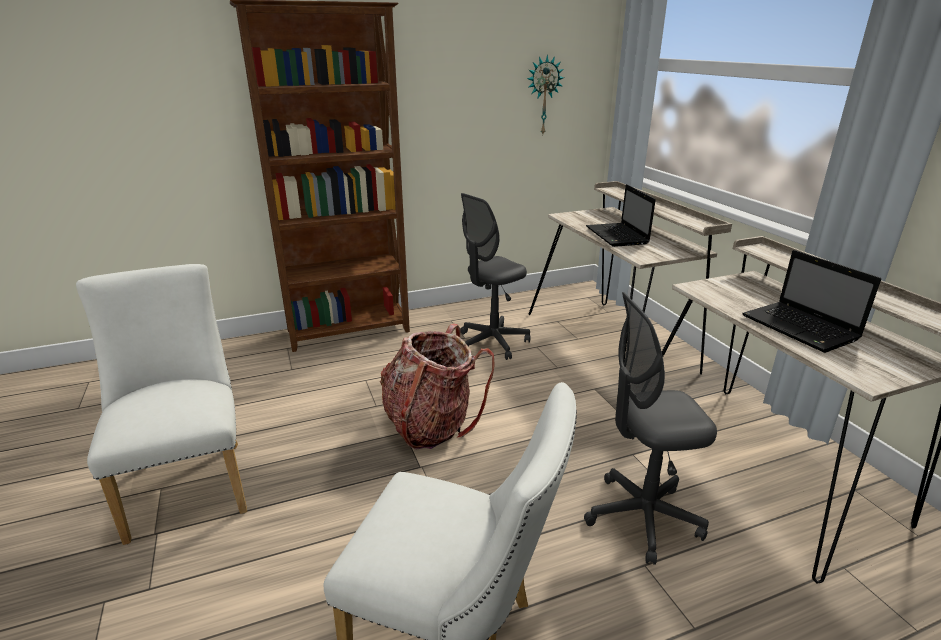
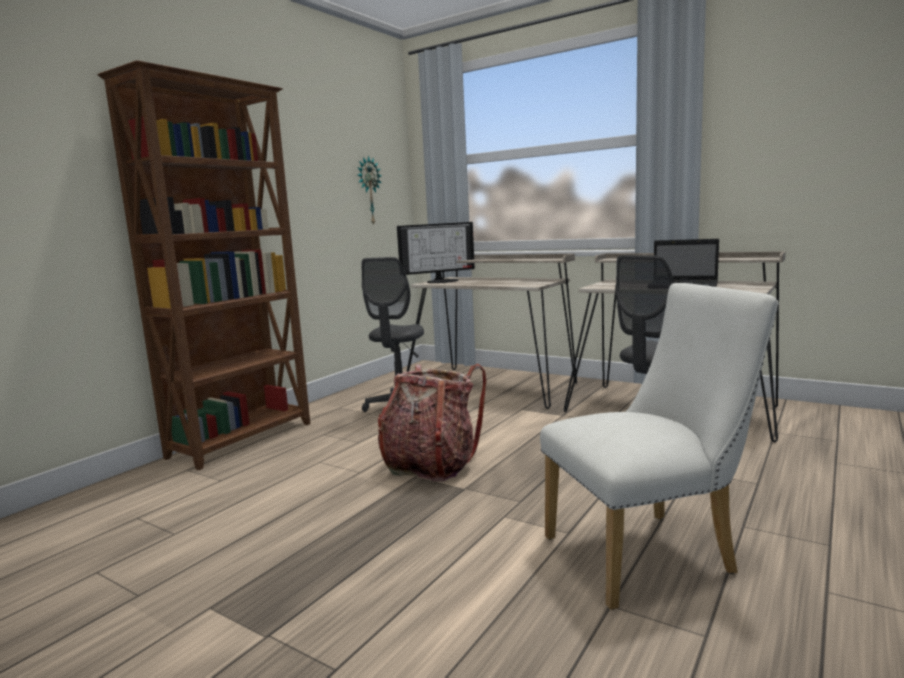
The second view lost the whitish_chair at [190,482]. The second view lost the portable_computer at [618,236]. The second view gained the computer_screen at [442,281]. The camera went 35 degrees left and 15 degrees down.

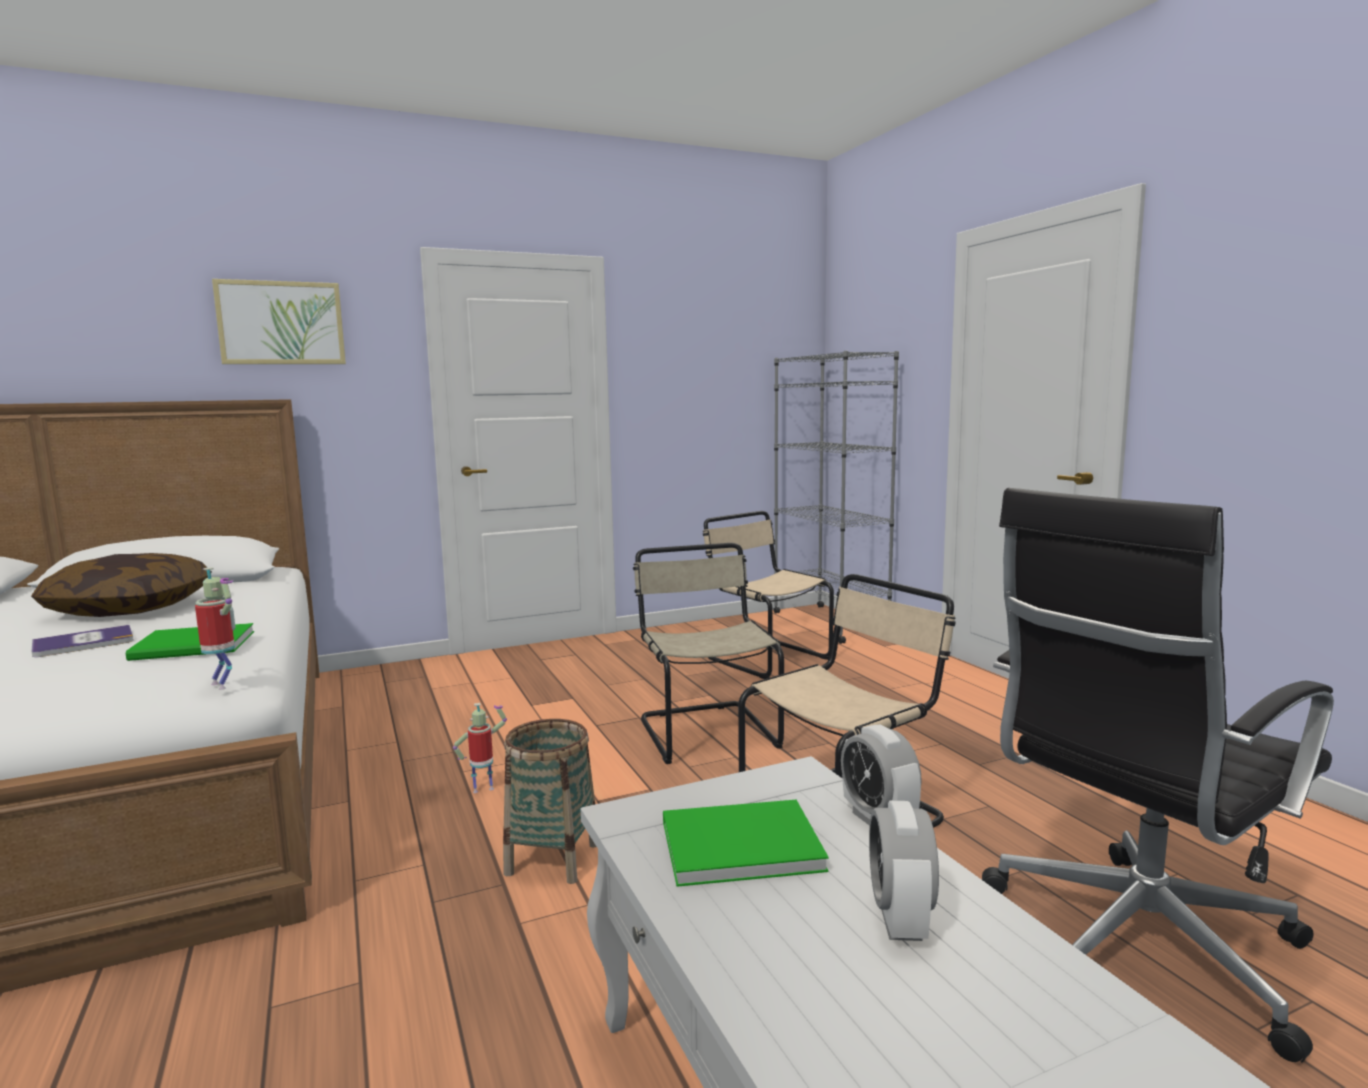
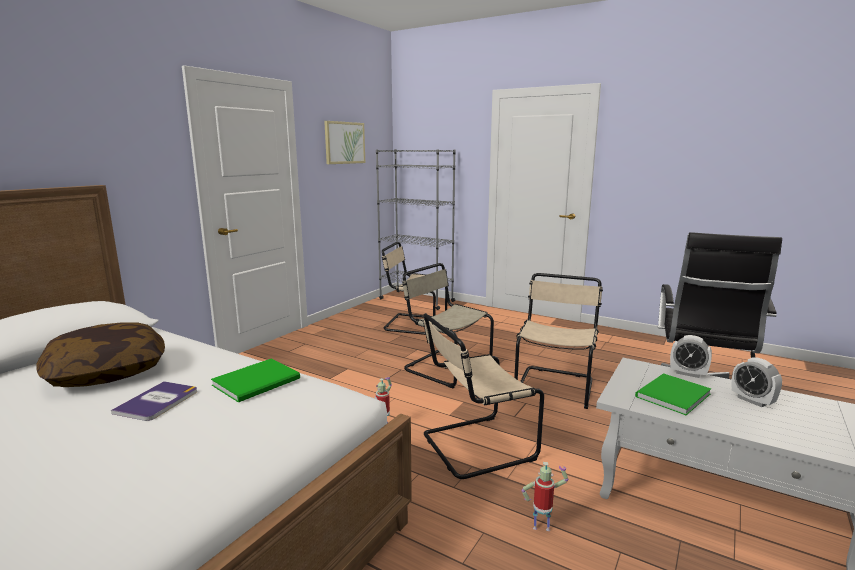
The model_robot ended up elsewhere, having gone from [223,685] to [541,527]. The wall_art ended up elsewhere, having gone from [281,323] to [344,143]. Where the storage_basket stood at [552,858], the beige-coloured_chair came to stand at [474,447]. The camera went 35 degrees left and 5 degrees up.

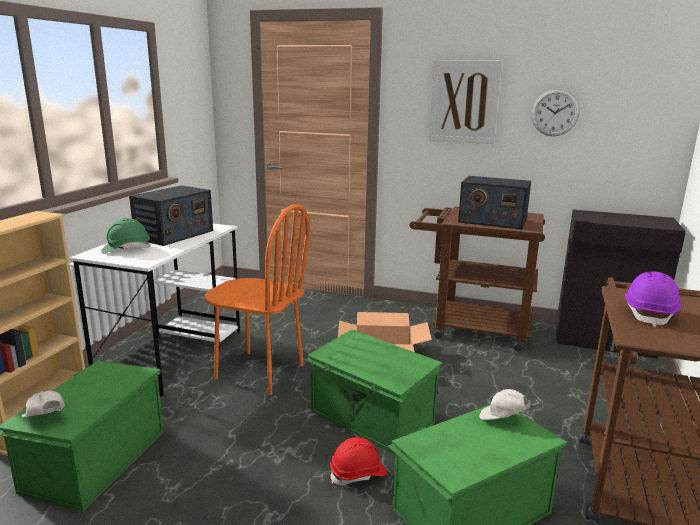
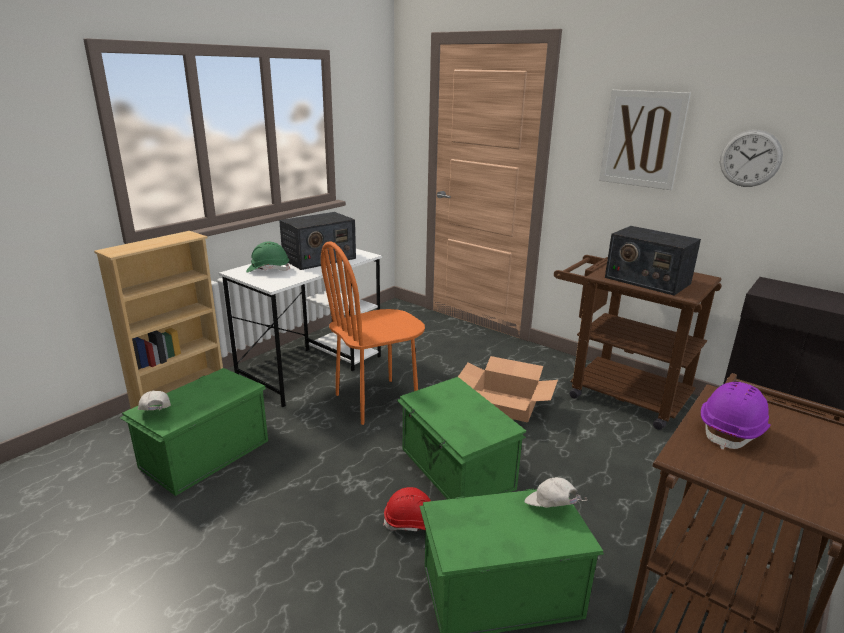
The orangey_chair at [259,372] ended up facing another way, 105 degrees clockwise from before. The camera went 20 degrees right and 5 degrees up.

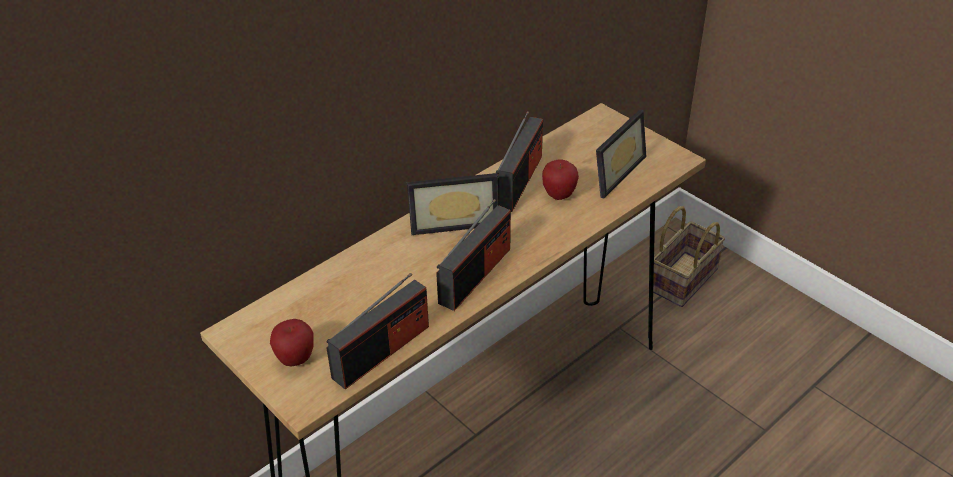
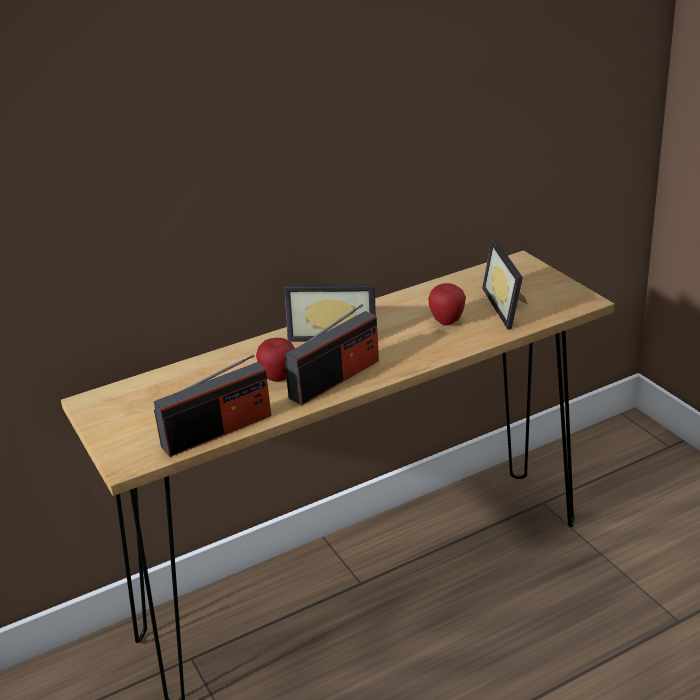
The apple ended up elsewhere, having gone from [295,359] to [278,378]. The second view lost the radio at [519,181]. The picture_frame at [612,172] ended up facing another way, 120 degrees clockwise from before. The second view lost the storage_basket at [683,278]. The camera went 15 degrees right and 10 degrees down.

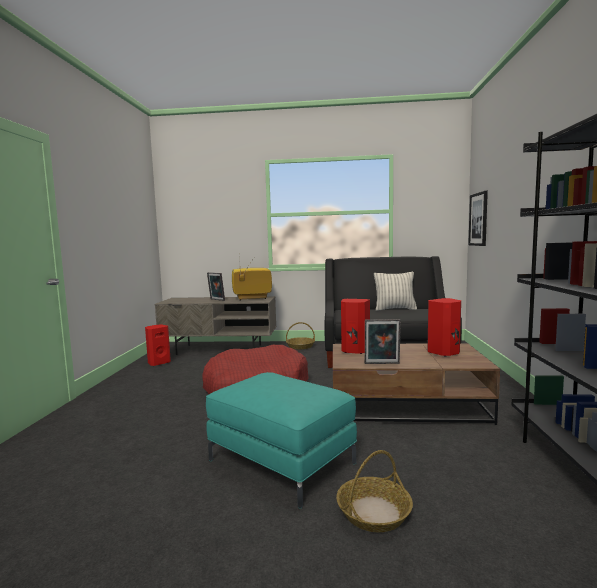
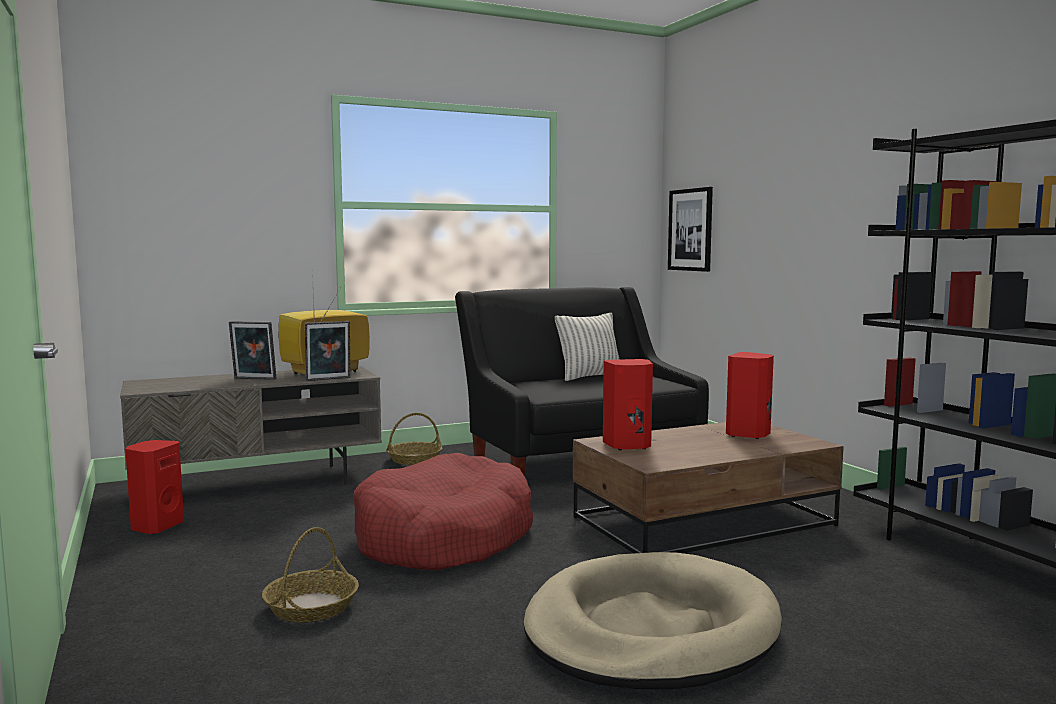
Where the turquoise_footrest stood at [281,461], the beige-coloured_pet_bed came to stand at [650,630]. The storage_basket ended up elsewhere, having gone from [374,512] to [311,606]. The picture_frame ended up elsewhere, having gone from [382,364] to [328,379]. The camera went 30 degrees left and 0 degrees up.

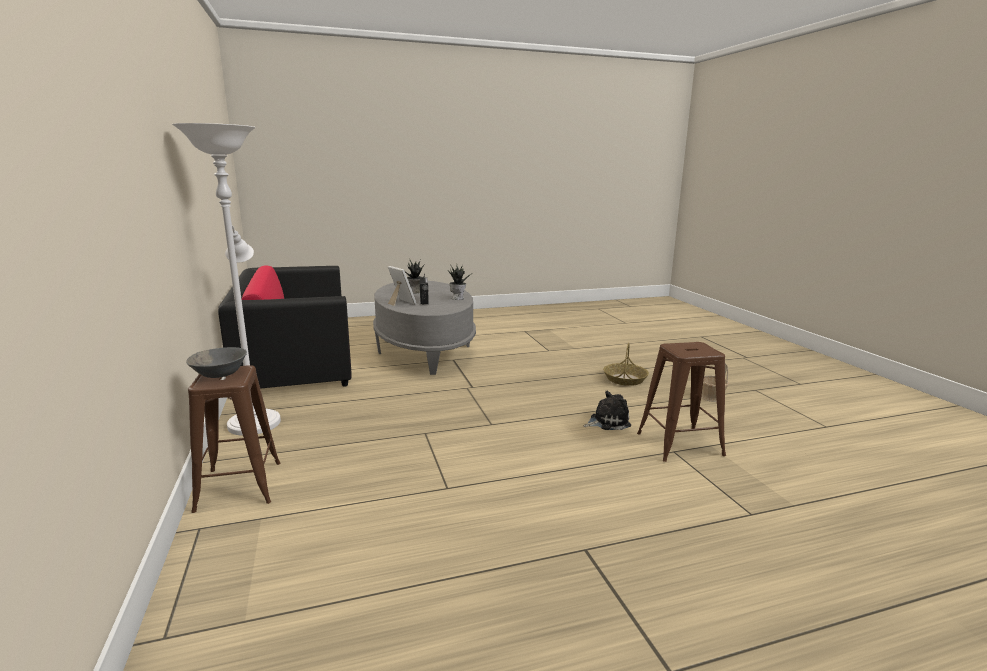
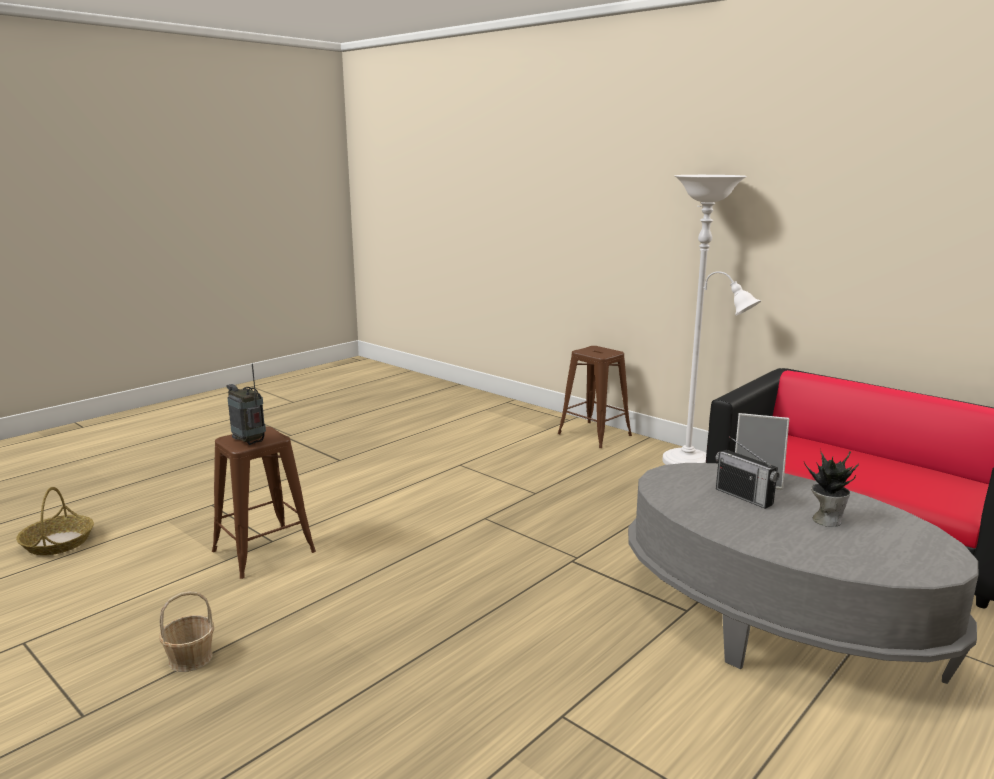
The second view lost the grey_deep_dish at [220,374]. The second view lost the houseplant at [458,298]. The second view lost the plush_toy at [607,422]. The storage_basket ended up elsewhere, having gone from [625,379] to [58,542]. The second view gained the radio at [249,442]. The camera went 150 degrees right and 0 degrees up.

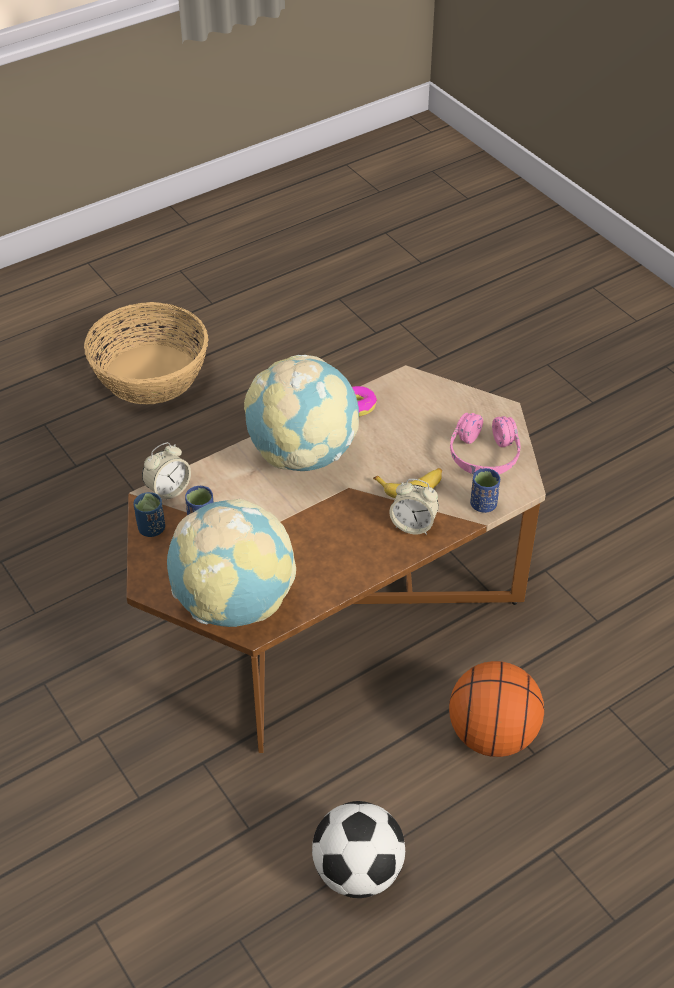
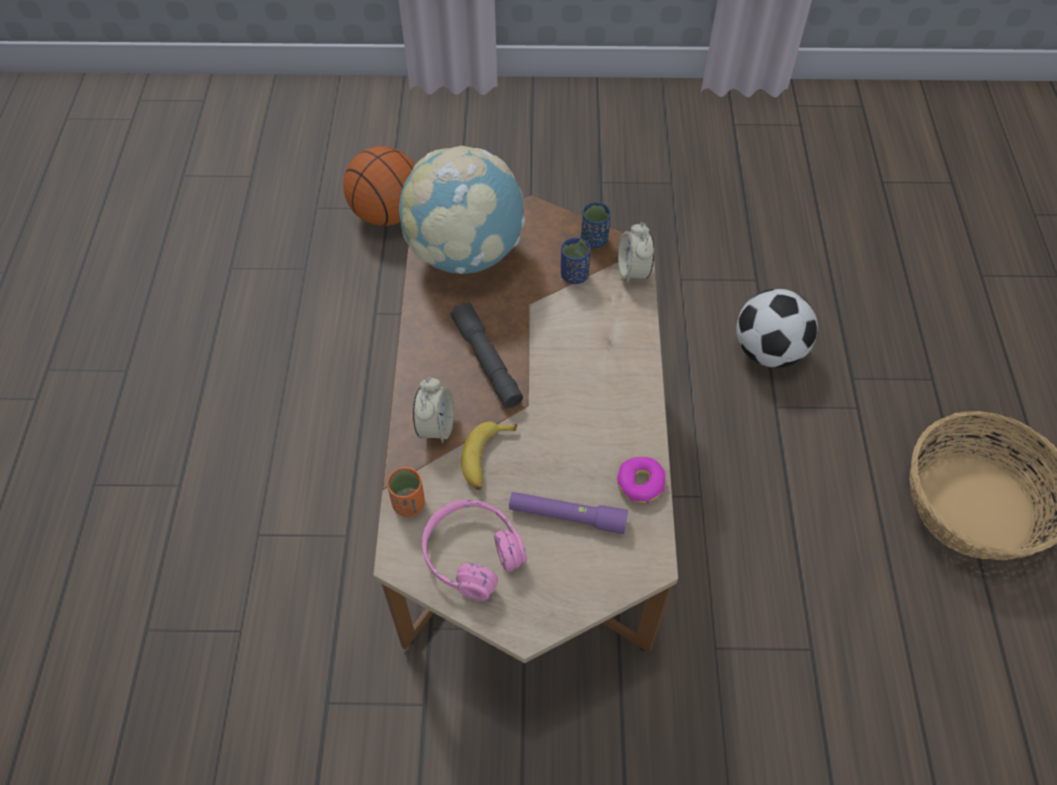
The second view lost the globe at [303,454]. The football ended up elsewhere, having gone from [357,871] to [768,351]. The bedside_clock at [413,525] ended up facing another way, 135 degrees clockwise from before. The ball_for_basketball ended up elsewhere, having gone from [492,734] to [387,214]. What was the blue_cup at [483,504] turned into the orangey_cup at [409,504]. The second view gained the grey_flashlight at [487,361]. The second view gained the purplish_flashlight at [567,516]. The camera went 125 degrees right and 10 degrees up.

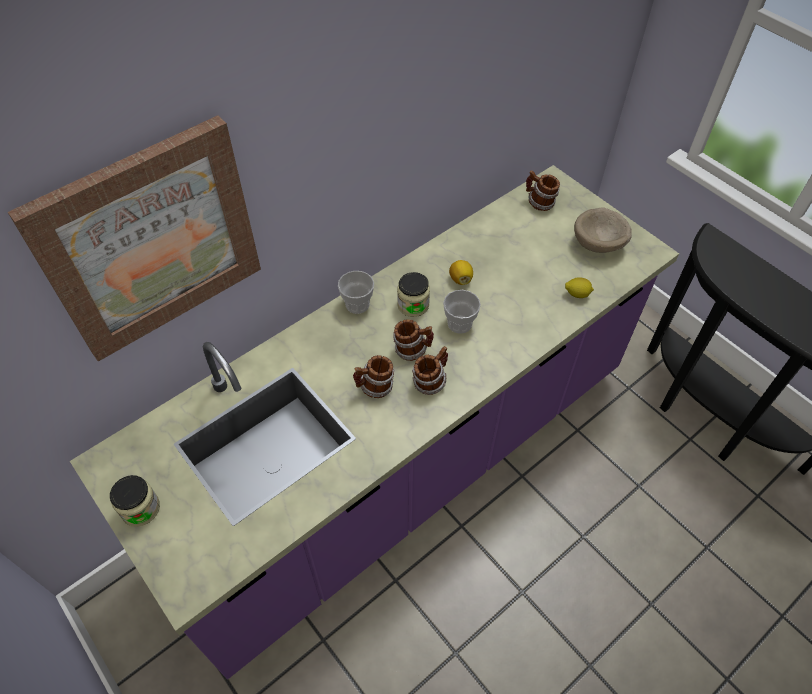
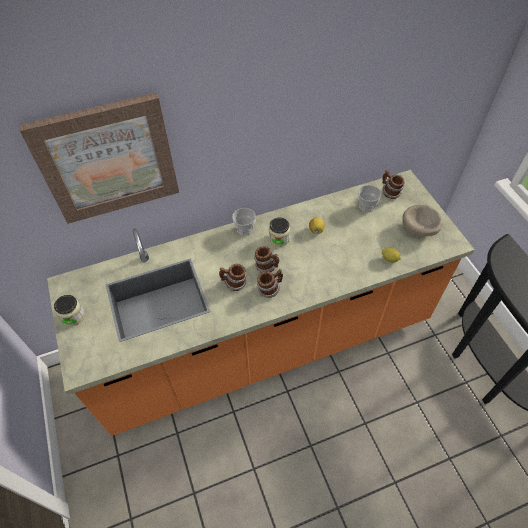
What was the purplish_kitchen_counter at [405,466] turned into the orangey_kitchen_counter at [265,342]. The cup ended up elsewhere, having gone from [459,323] to [366,206]. The camera went 20 degrees right and 0 degrees up.

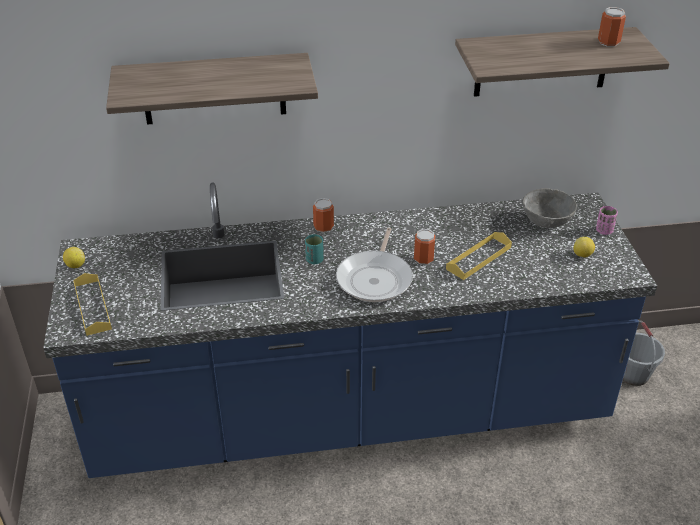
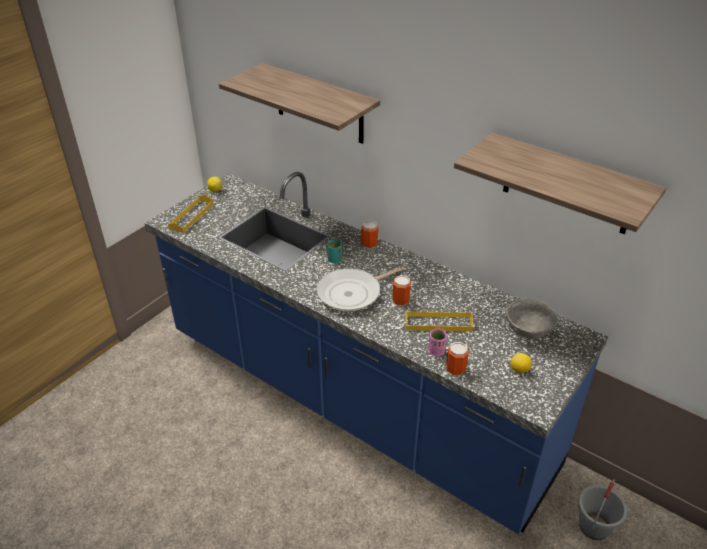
The pink_cup ended up elsewhere, having gone from [604,230] to [436,351]. The sealed_can ended up elsewhere, having gone from [608,42] to [455,369]. The camera went 45 degrees right and 0 degrees up.

